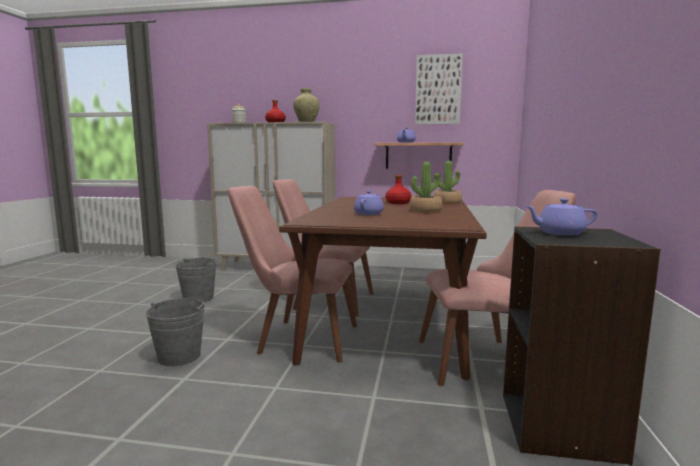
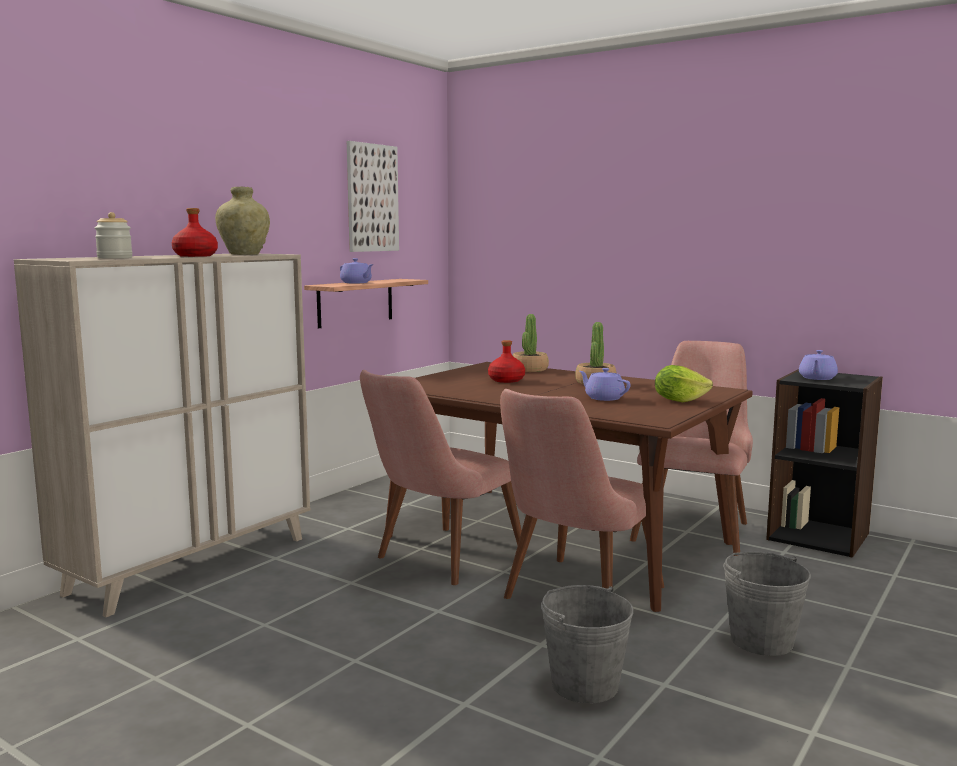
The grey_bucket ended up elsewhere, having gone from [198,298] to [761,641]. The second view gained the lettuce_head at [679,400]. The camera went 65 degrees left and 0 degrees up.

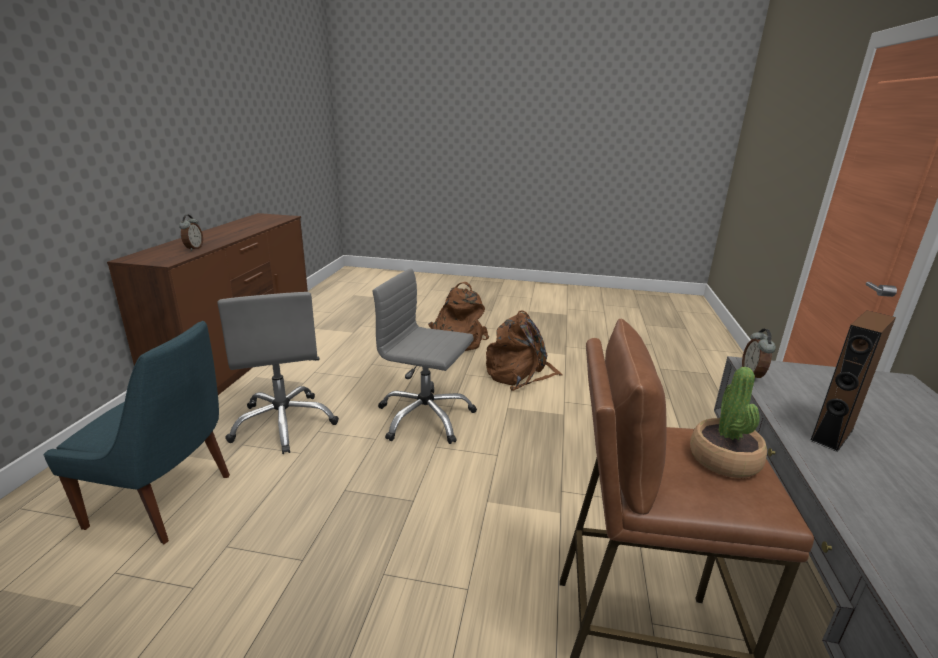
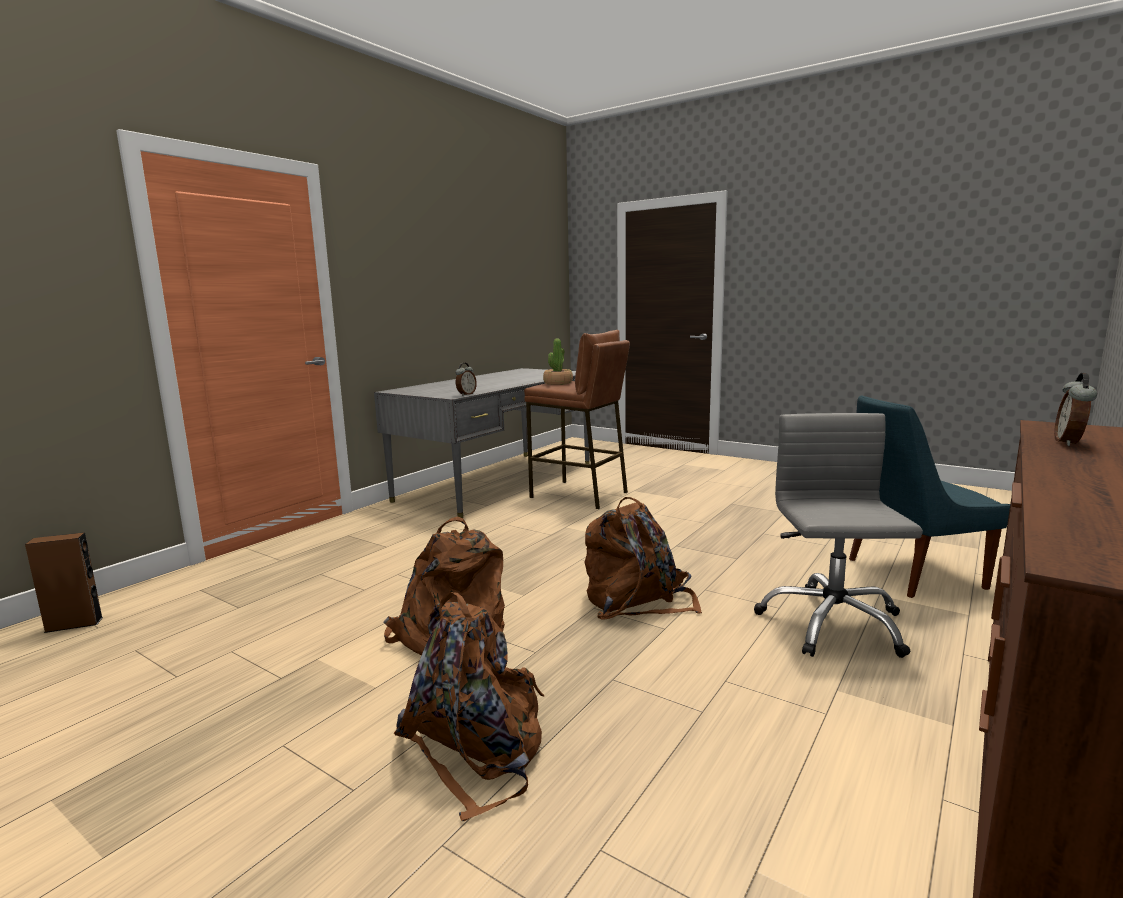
The blue_chair at [166,501] ended up facing another way, 45 degrees counterclockwise from before. Where the grey_office_chair stood at [425,417], the brown_rucksack came to stand at [637,600]. The brown_loudspeaker ended up elsewhere, having gone from [832,434] to [74,624]. The camera went 155 degrees left and 10 degrees down.

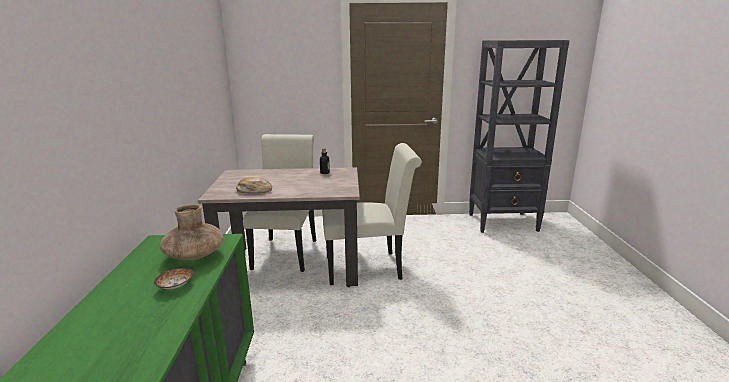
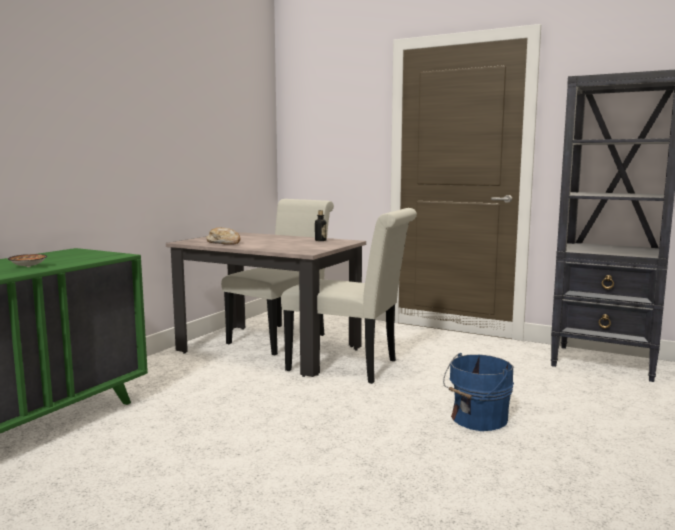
The second view lost the brown_flower_vase at [194,255]. The second view gained the blue_bucket at [477,419]. The camera went 30 degrees right and 10 degrees down.

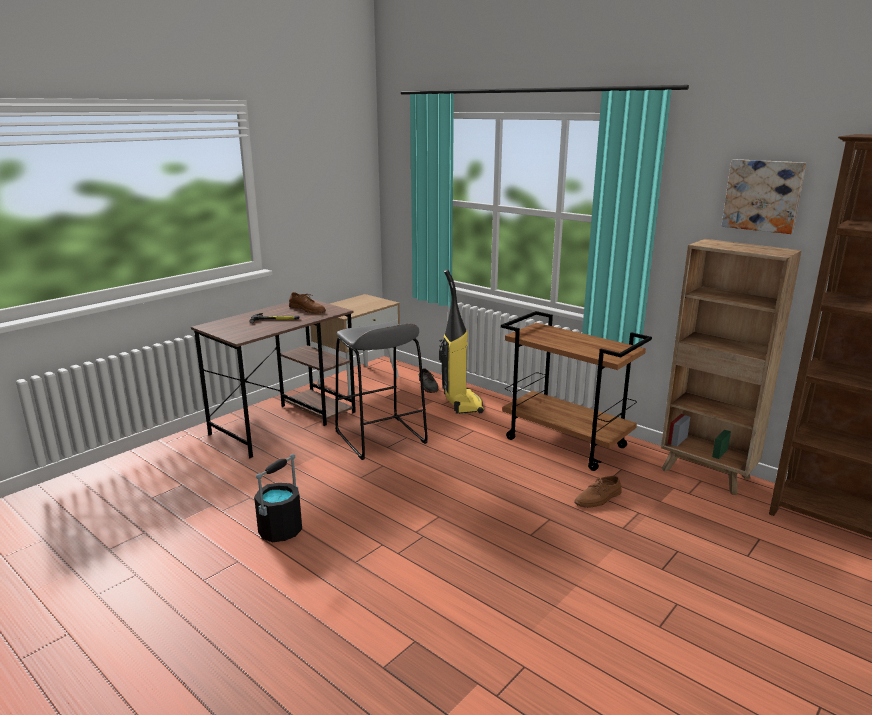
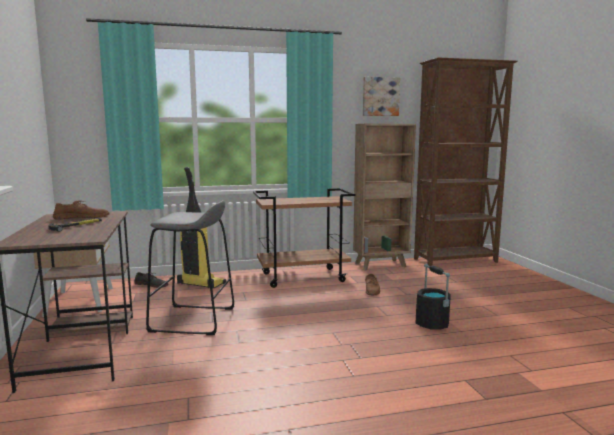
The black_bucket ended up elsewhere, having gone from [280,531] to [432,324]. The camera went 55 degrees left and 10 degrees down.

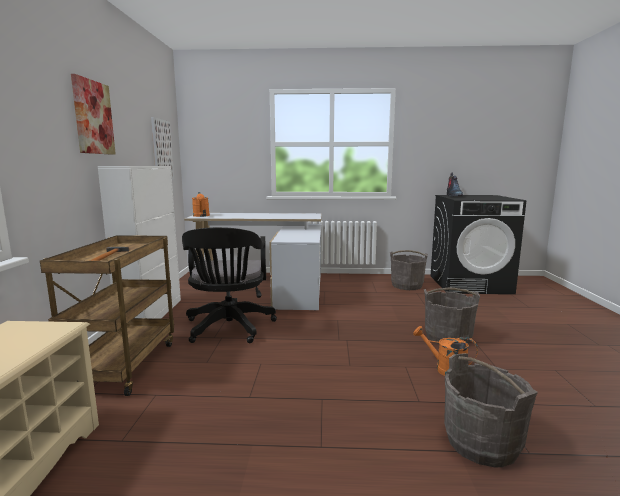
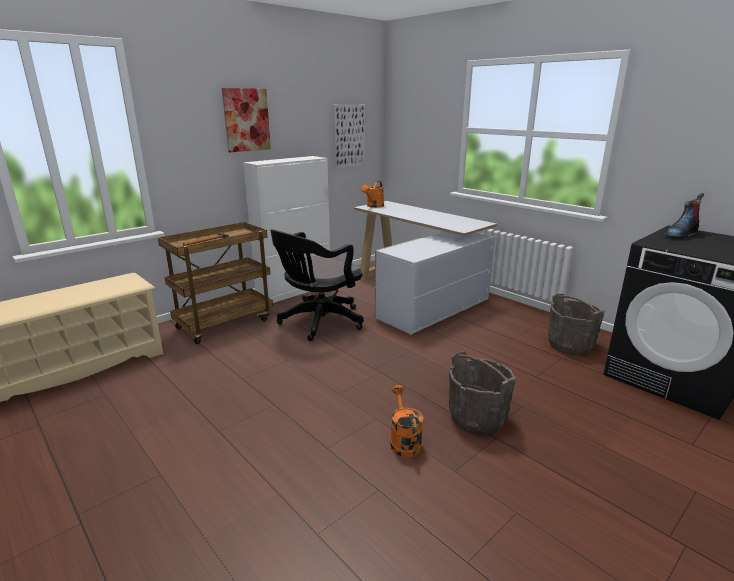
The second view lost the grey_bucket at [481,442]. The camera went 45 degrees right and 10 degrees up.

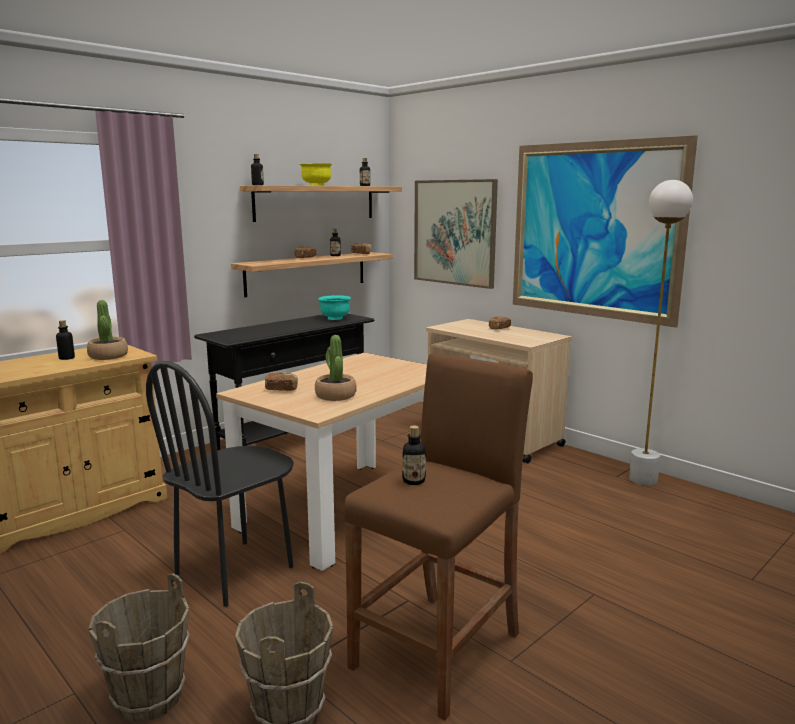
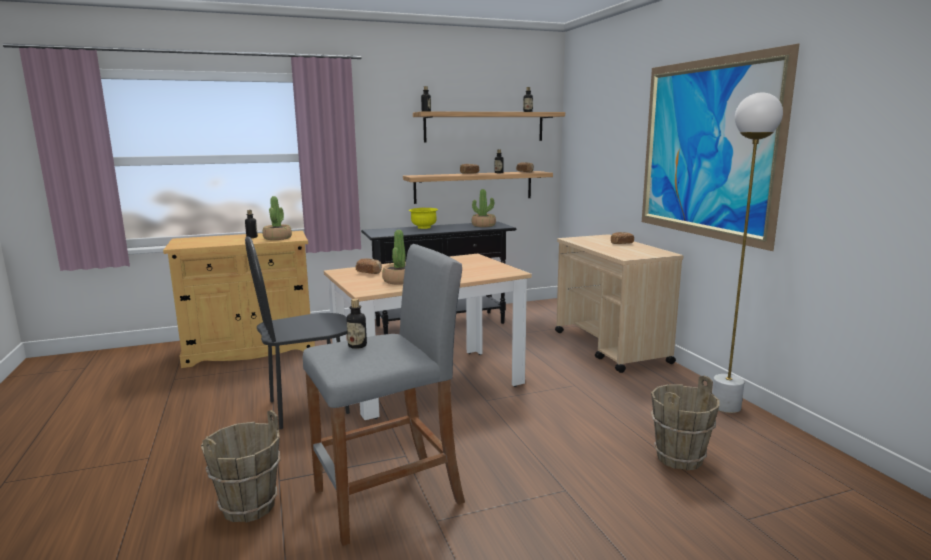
The brown_bucket ended up elsewhere, having gone from [148,698] to [678,458]. The yellow-coloured_deep_dish ended up elsewhere, having gone from [316,185] to [423,227]. Where the turquoise_deep_dish stood at [335,318], the houseplant came to stand at [483,225]. What was the brown_sitting_stool at [438,650] turned into the grey_sitting_stool at [389,497]. The second view lost the wall_art at [454,232]. The camera went 25 degrees right and 0 degrees up.

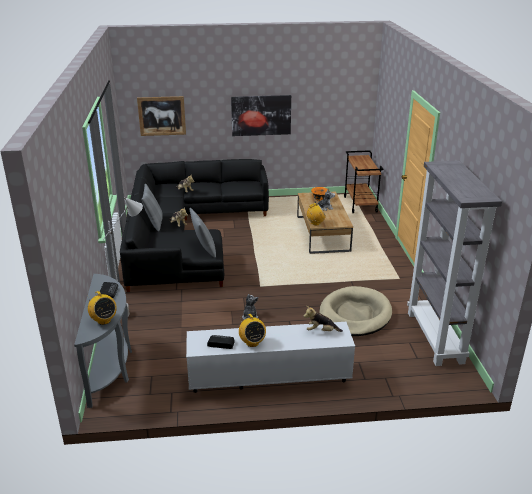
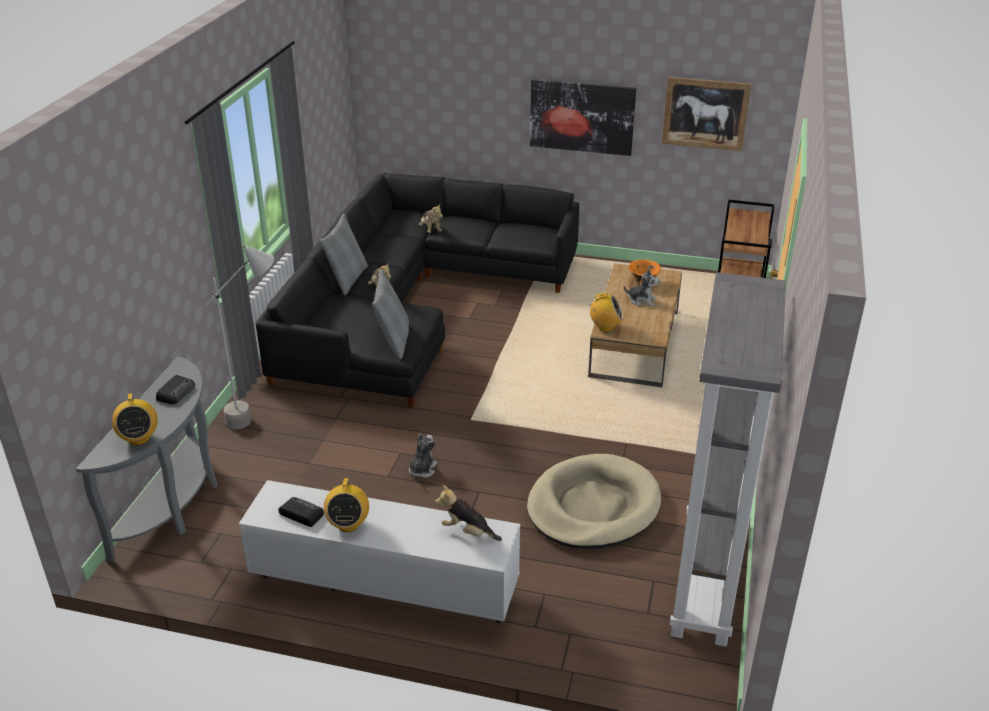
The wall_art ended up elsewhere, having gone from [162,116] to [705,113]. The camera went 20 degrees right and 5 degrees up.

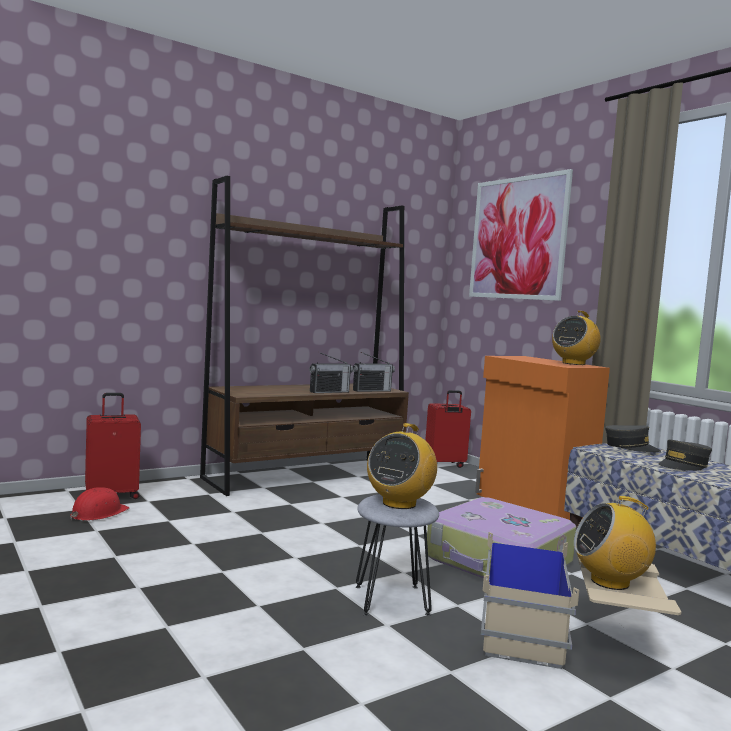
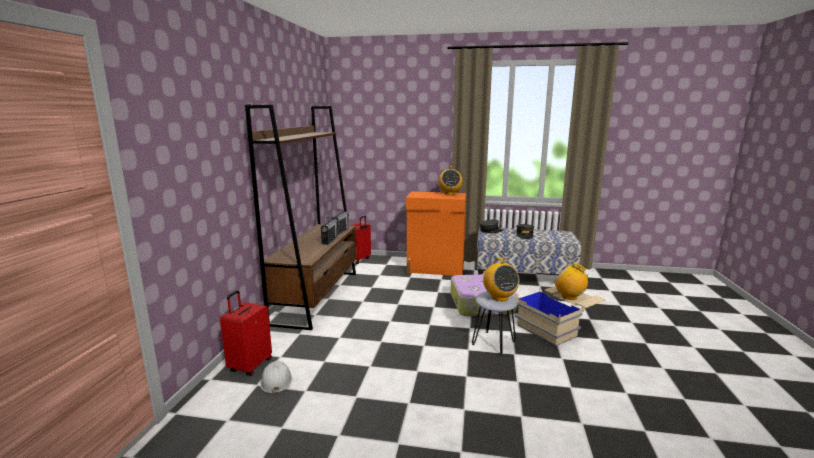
What was the red_work_helmet at [98,513] turned into the whitish_work_helmet at [276,381]. The second view lost the wall_art at [517,238]. The radio at [610,582] ended up facing another way, 90 degrees clockwise from before. The camera went 45 degrees left and 10 degrees up.

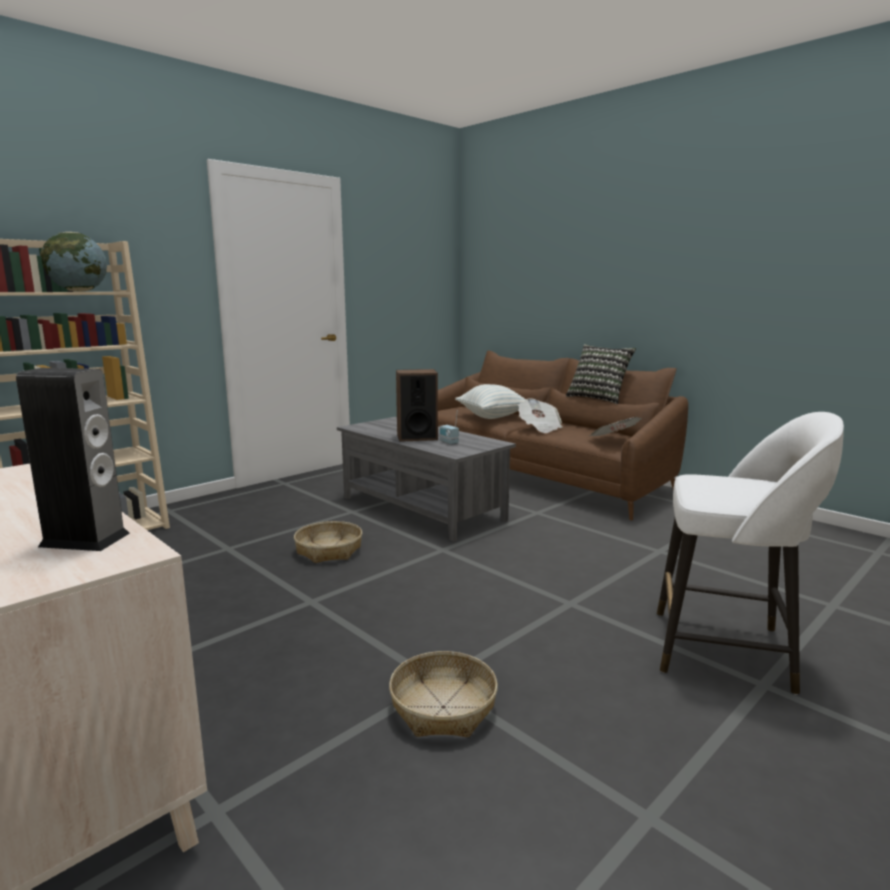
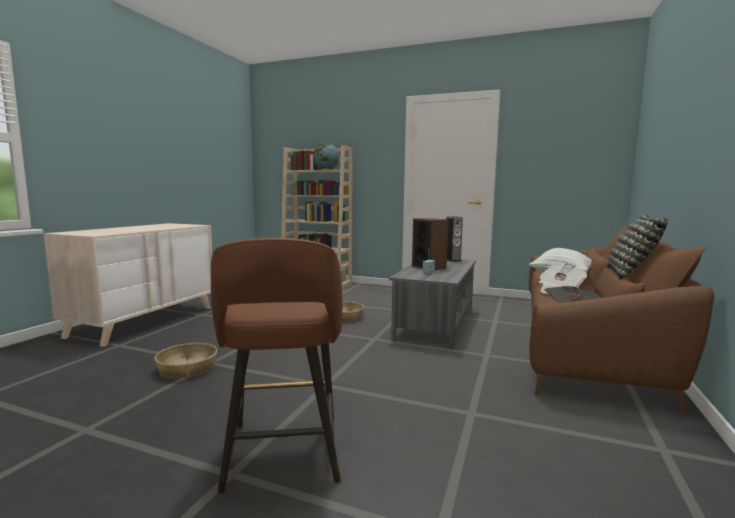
The loudspeaker ended up elsewhere, having gone from [85,540] to [452,260]. What was the whitish_sitting_stool at [726,650] turned into the brown_sitting_stool at [283,454]. The camera went 65 degrees right and 5 degrees down.

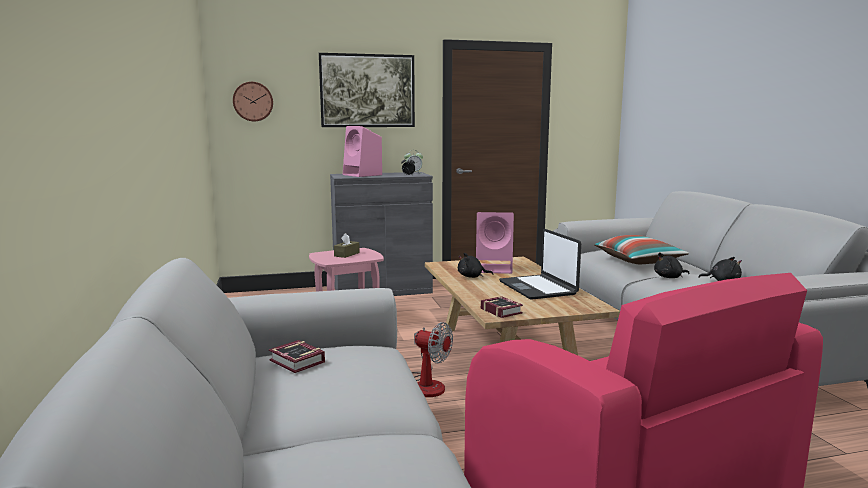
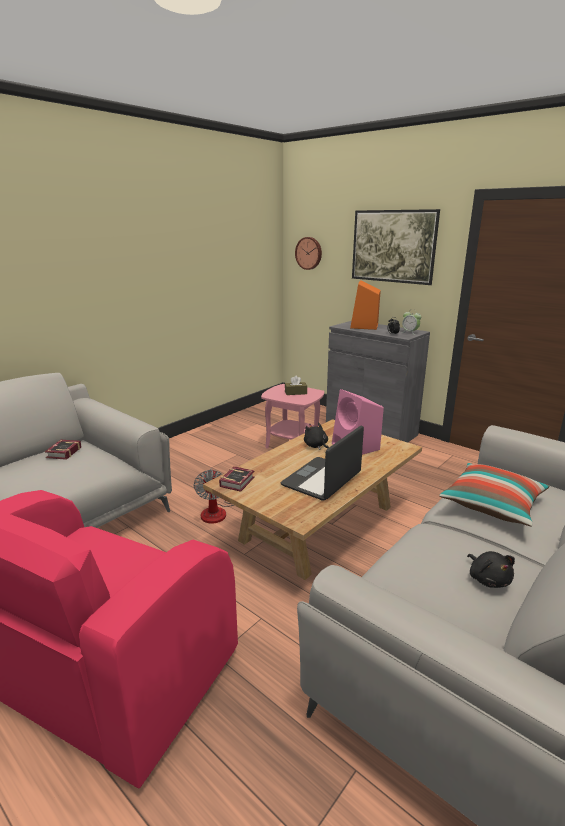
What was the pink_loudspeaker at [363,175] turned into the orangey_loudspeaker at [364,326]. The second view lost the black_plush_toy at [669,277]. The camera went 55 degrees right and 10 degrees up.

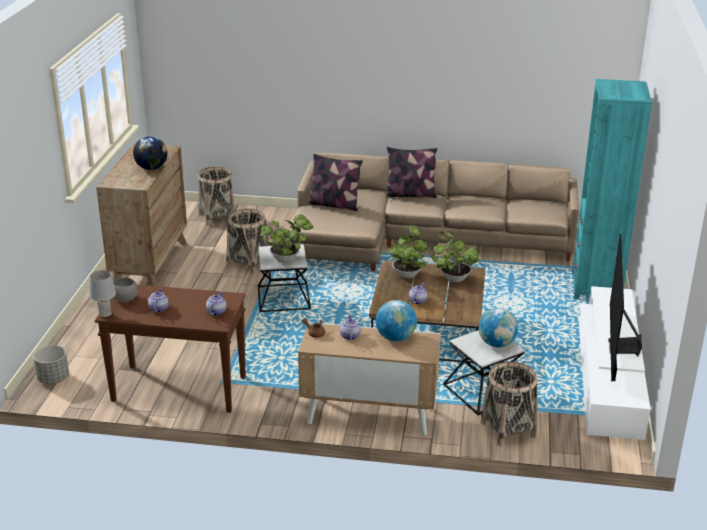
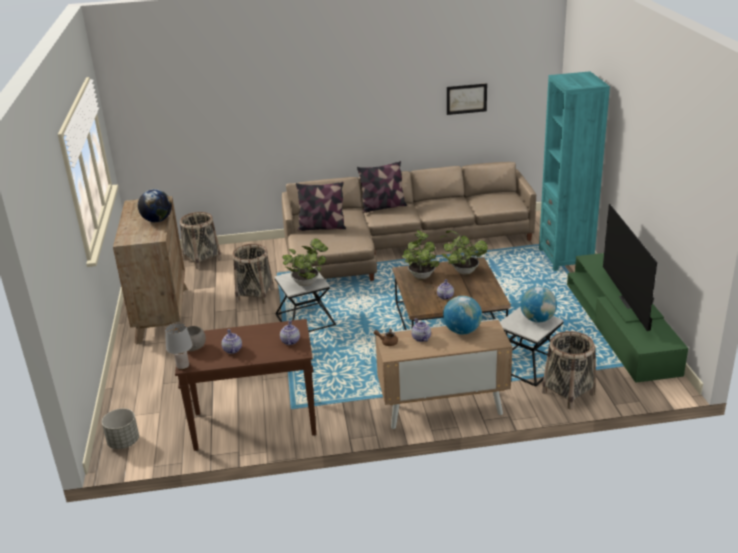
What was the whitish_media_console at [608,374] turned into the green_media_console at [619,327]. The second view gained the wall_art at [466,99]. The camera went 15 degrees left and 0 degrees up.

